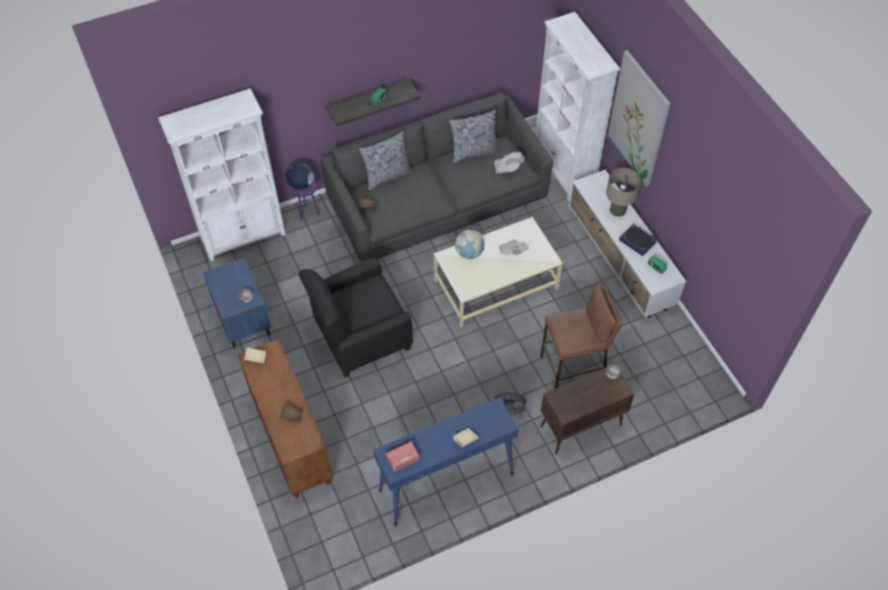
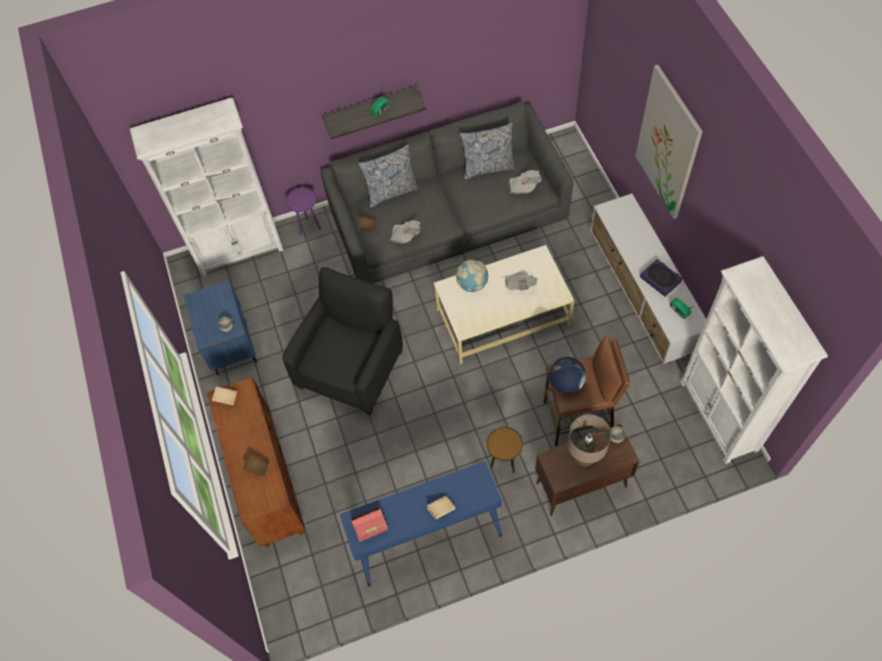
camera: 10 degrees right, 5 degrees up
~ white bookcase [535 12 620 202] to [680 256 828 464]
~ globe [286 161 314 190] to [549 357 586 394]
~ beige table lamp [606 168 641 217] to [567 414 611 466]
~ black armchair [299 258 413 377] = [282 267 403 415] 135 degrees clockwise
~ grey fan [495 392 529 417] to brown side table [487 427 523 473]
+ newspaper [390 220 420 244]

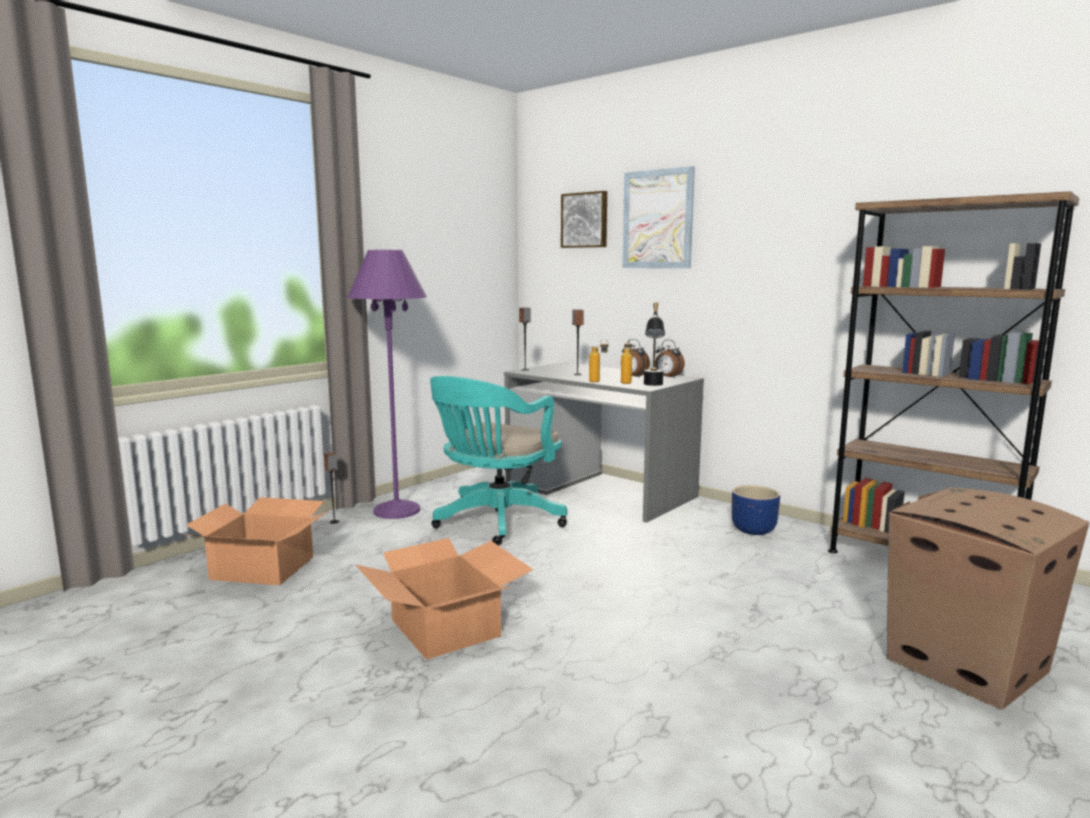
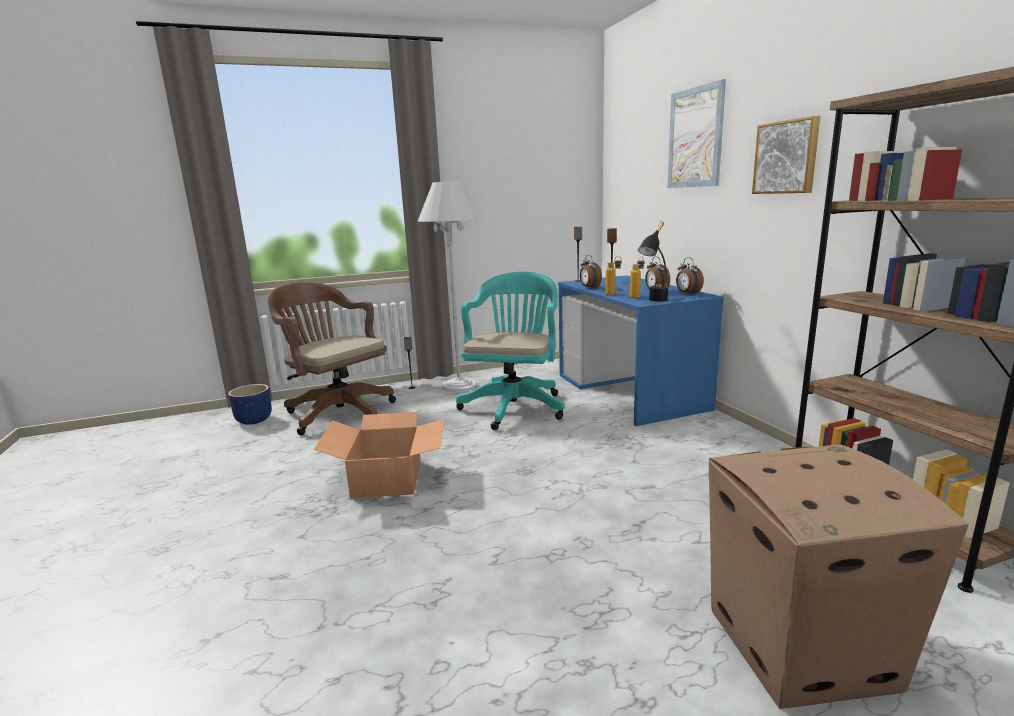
camera: 30 degrees right, 5 degrees up
~ picture [561 191 607 248] to [752 116 820 194]
~ purple floor lamp [347 250 427 519] to white floor lamp [418 182 479 392]
~ grey desk [504 362 704 523] to blue desk [558 275 724 426]
~ turquoise office chair [430 376 567 546] = [456 272 565 430] 135 degrees clockwise
~ blue planter [732 485 780 535] to [228 384 272 425]
~ cardboard box [183 497 328 585] to brown office chair [267 282 396 435]
+ alarm clock [580 255 602 289]

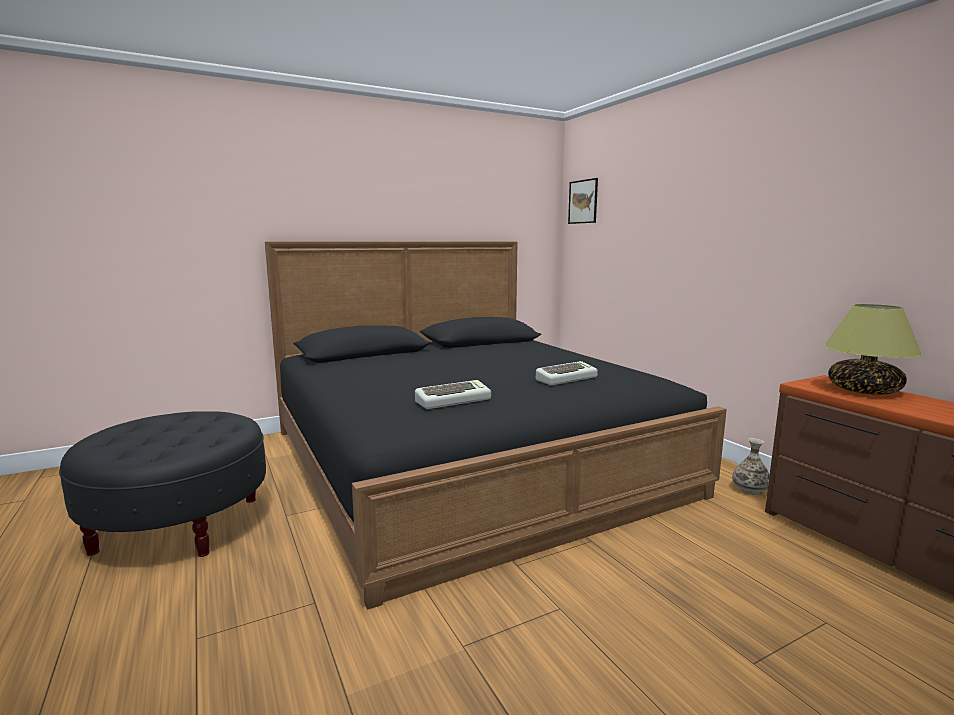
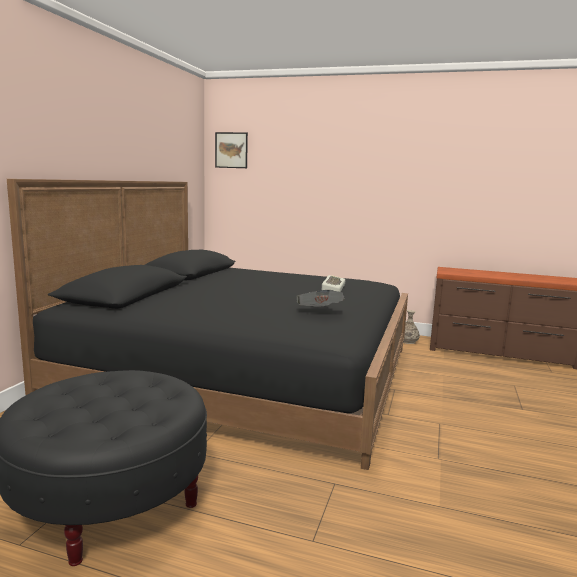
camera: 45 degrees left, 0 degrees up
- table lamp [824 304 922 395]
~ keyboard [415 380 491 409] to newspaper [296 290 345 307]

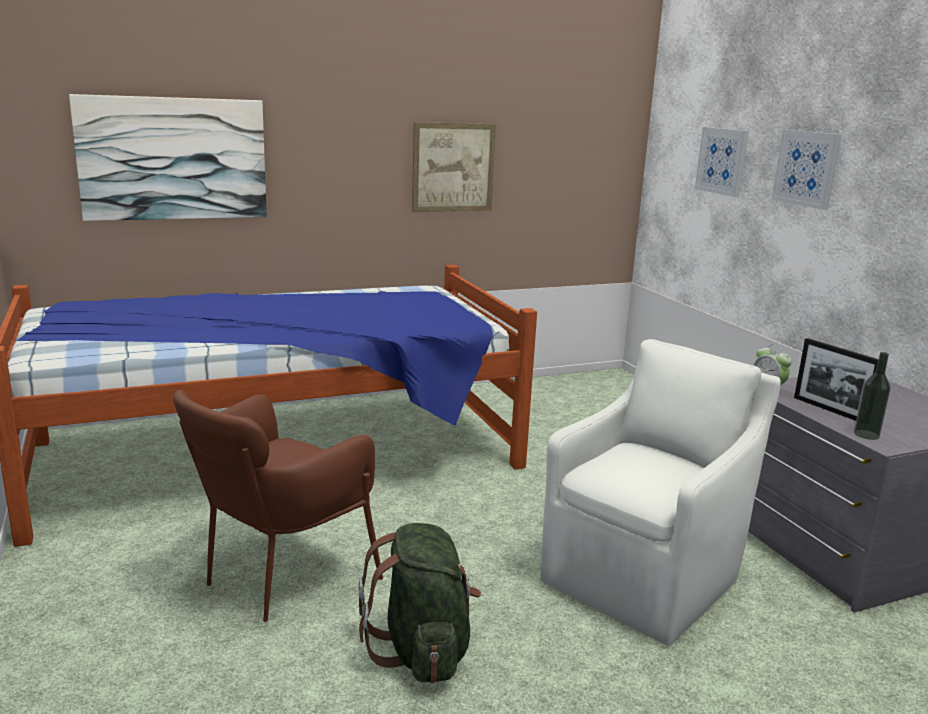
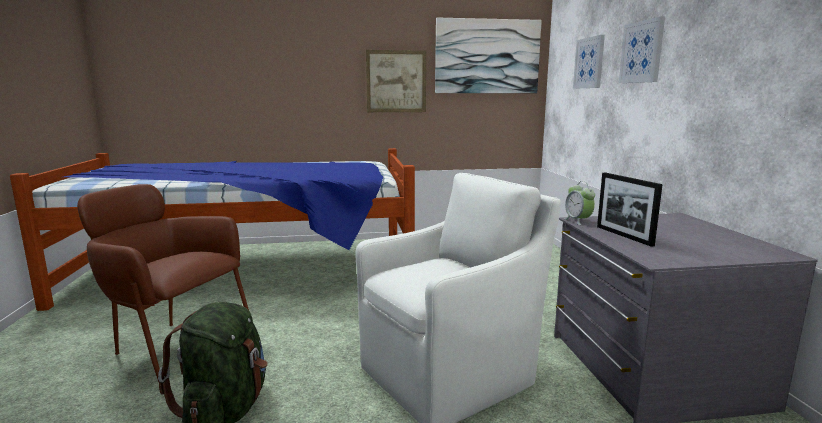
camera: 15 degrees right, 5 degrees down
~ picture [69 94 267 221] to [435 17 542 93]
- bottle [854 352 891 440]
~ brown armchair [173 390 383 622] = [77 184 249 382] 60 degrees clockwise

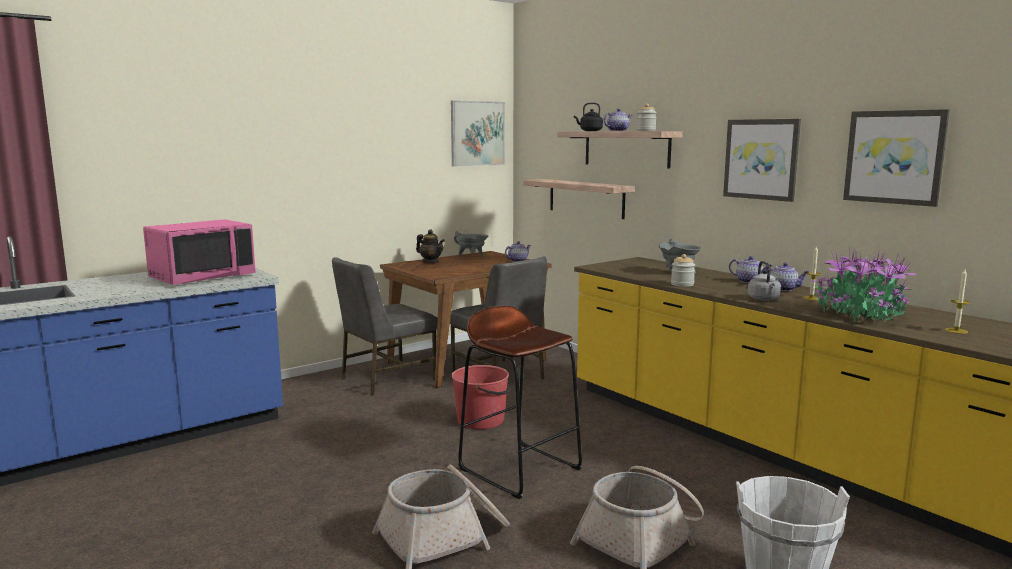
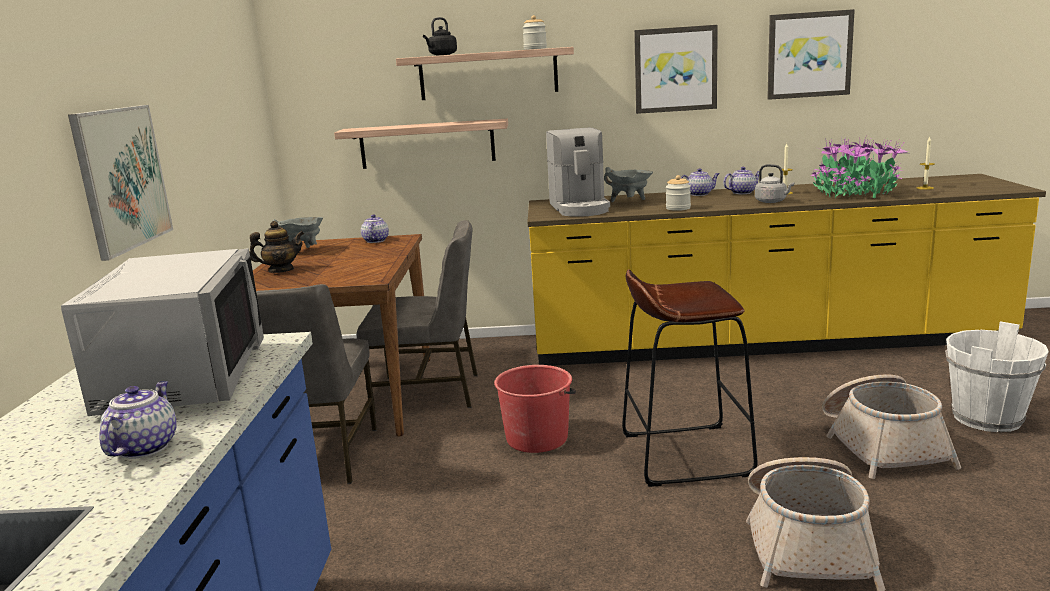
camera: 50 degrees left, 5 degrees up
~ picture [451 100 505 166] to [68 105 173 261]
~ teapot [603 109 632 131] to [99 381 176 459]
~ pink microwave [143 219 256 285] to grey microwave [61 248 264 416]
+ coffee machine [546 127 610 217]

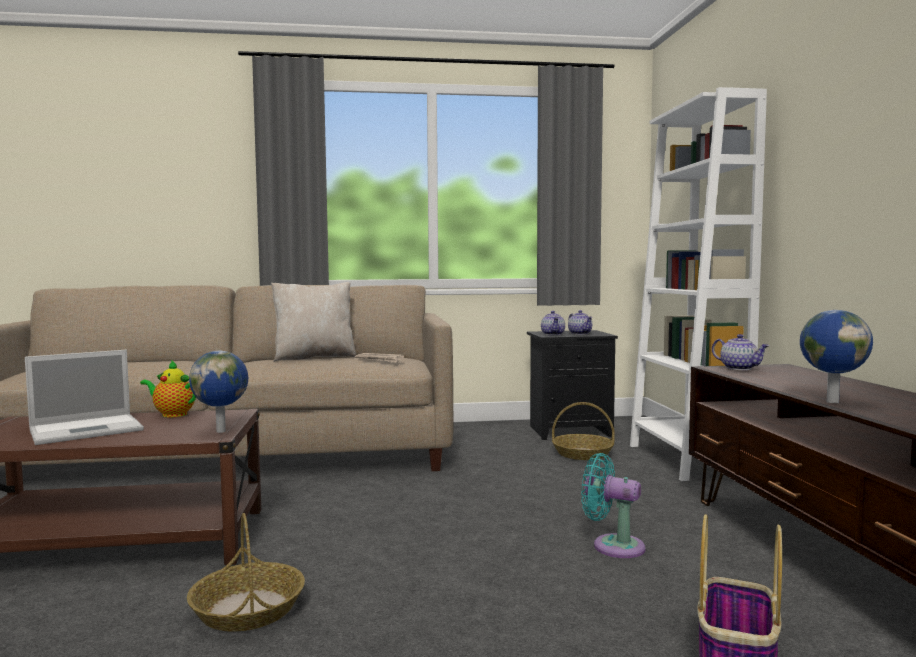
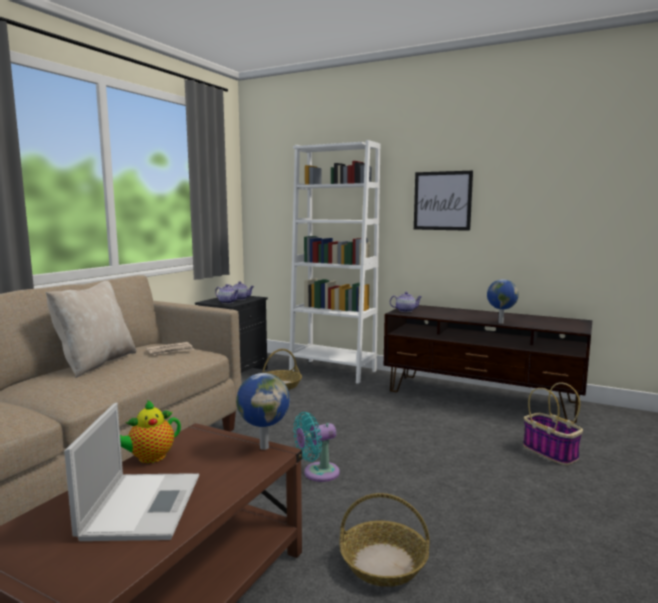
camera: 55 degrees left, 5 degrees up
~ turquoise fan [581 453 645 558] to [293 412 340 482]
+ picture [414 171 473 231]

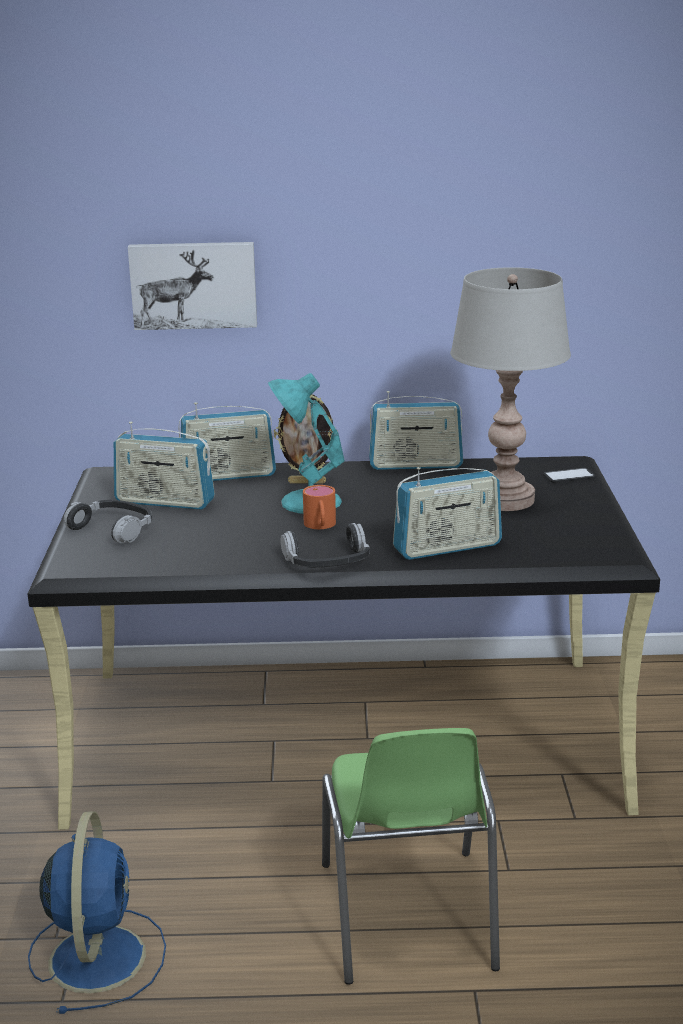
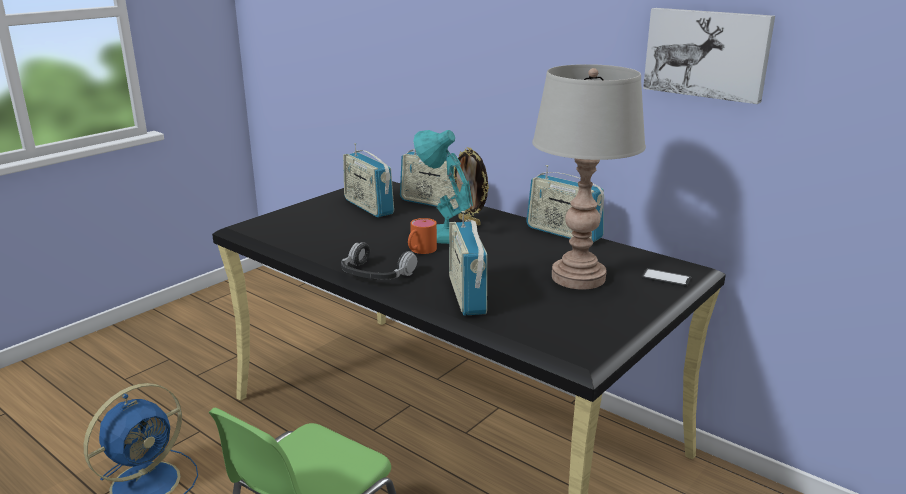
camera: 40 degrees right, 0 degrees up
~ picture [128 242 257 330] to [643 8 775 104]
~ radio [393 467 502 560] = [449 211 487 316] 60 degrees clockwise
- headphones [64 500 152 543]

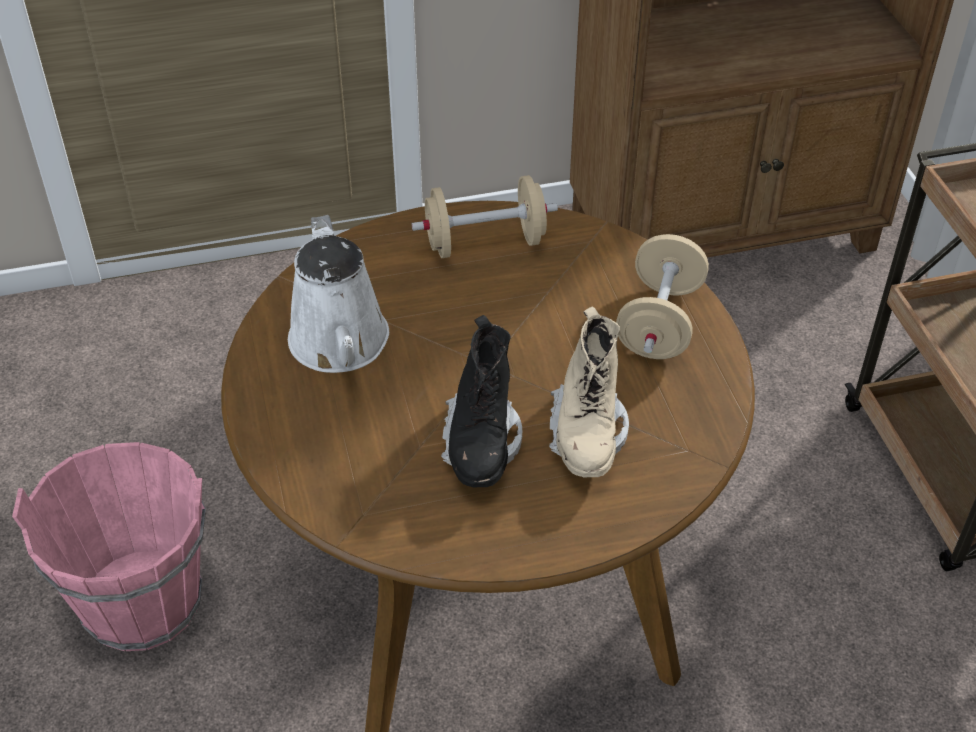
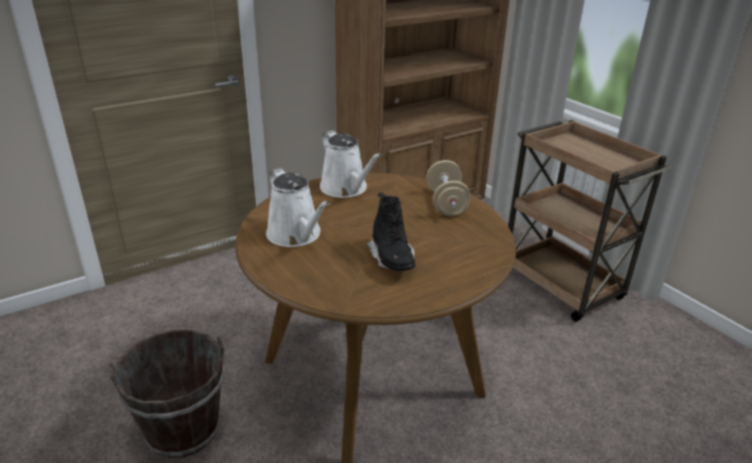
camera: 20 degrees left, 15 degrees down
~ beige dumbbell [412 175 558 258] to white watering can [320 130 382 198]
- beige boot [549 306 629 477]
~ pink bucket [12 442 206 651] to brown bucket [109 330 225 458]

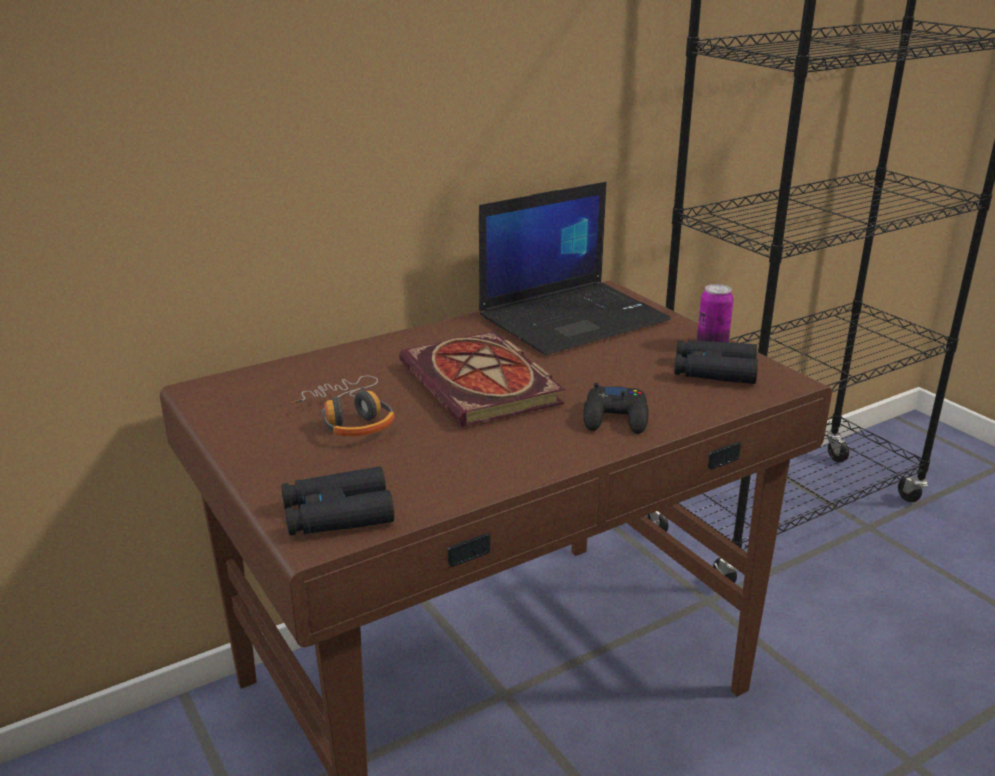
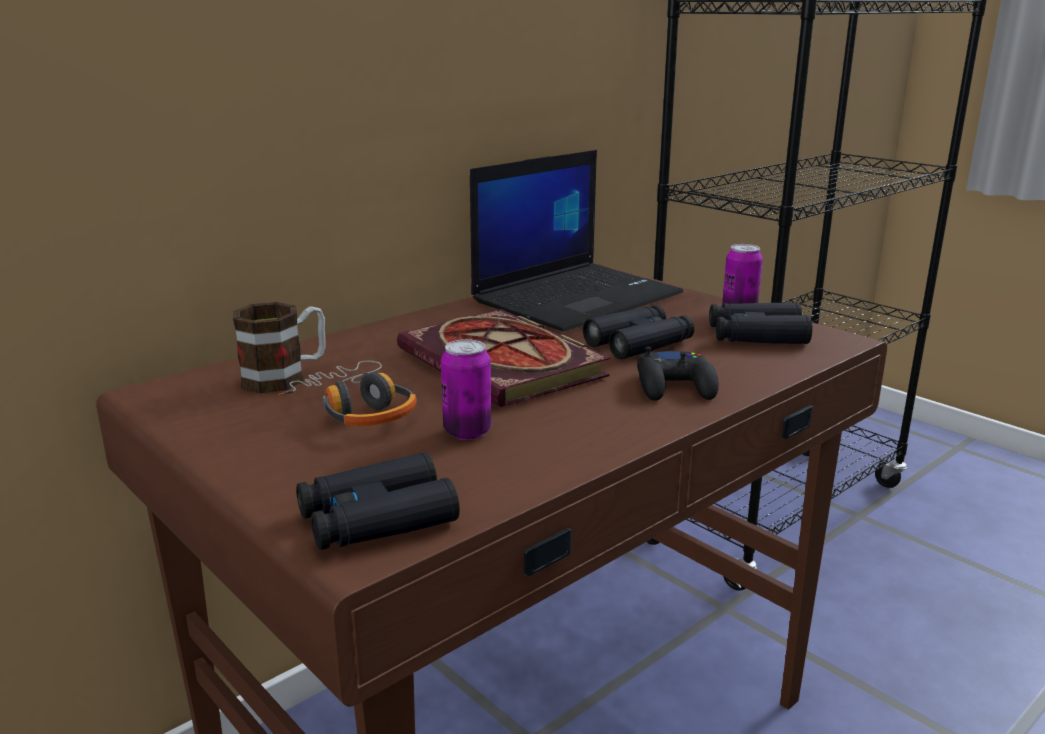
camera: 10 degrees left, 5 degrees down
+ mug [233 302 325 393]
+ black binoculars [583 305 694 359]
+ can [441 339 492 440]

